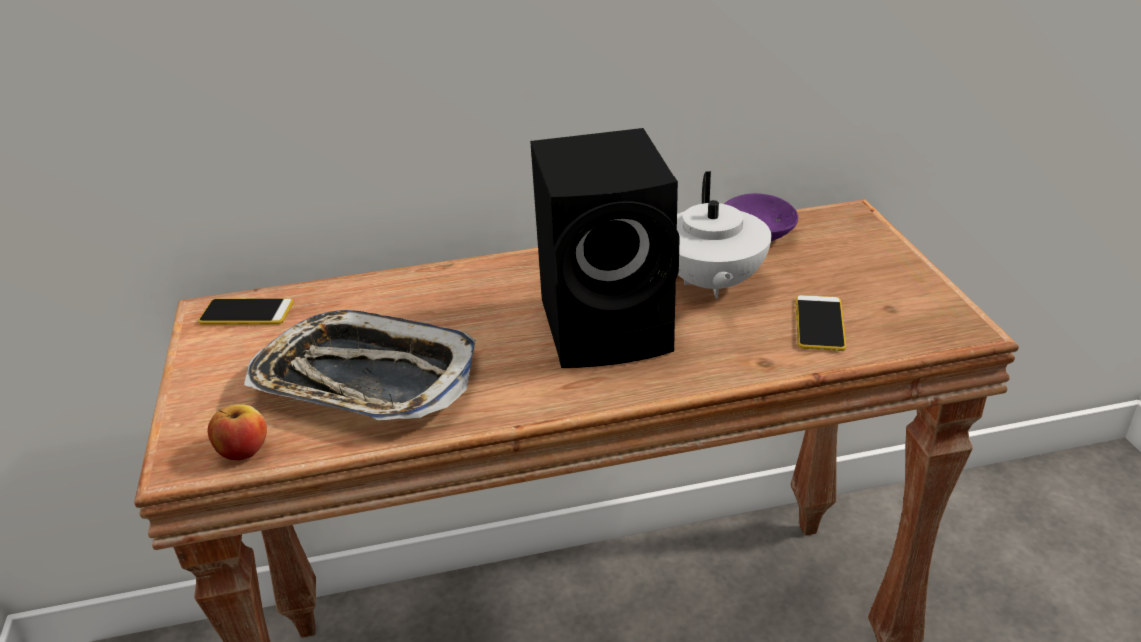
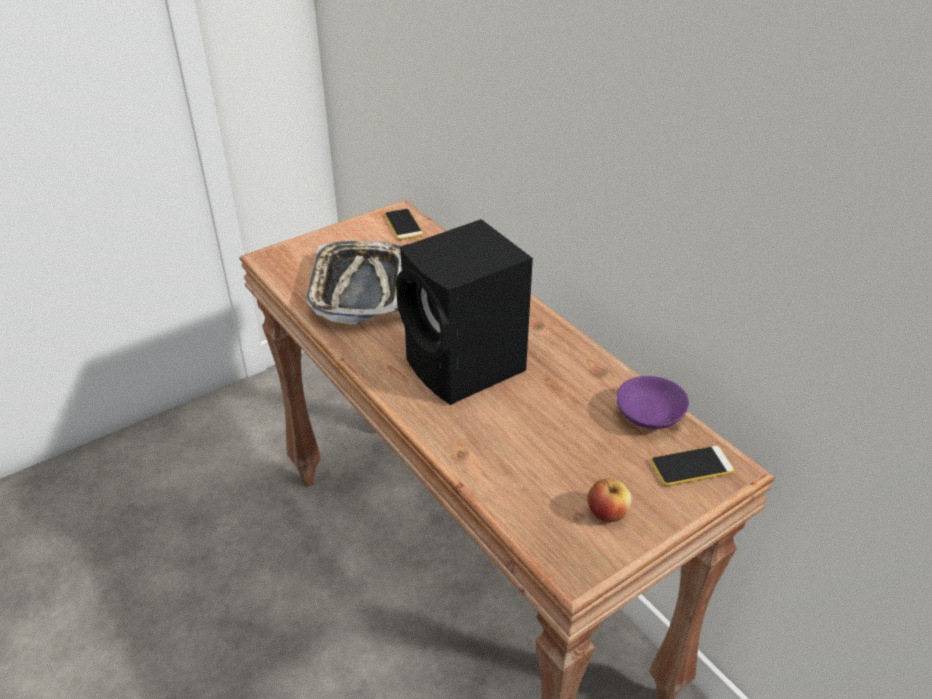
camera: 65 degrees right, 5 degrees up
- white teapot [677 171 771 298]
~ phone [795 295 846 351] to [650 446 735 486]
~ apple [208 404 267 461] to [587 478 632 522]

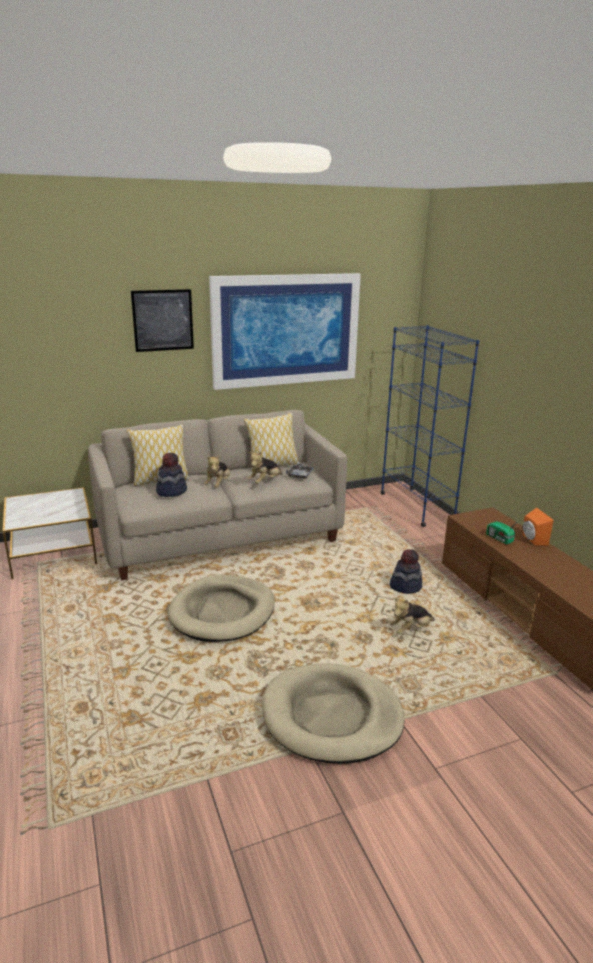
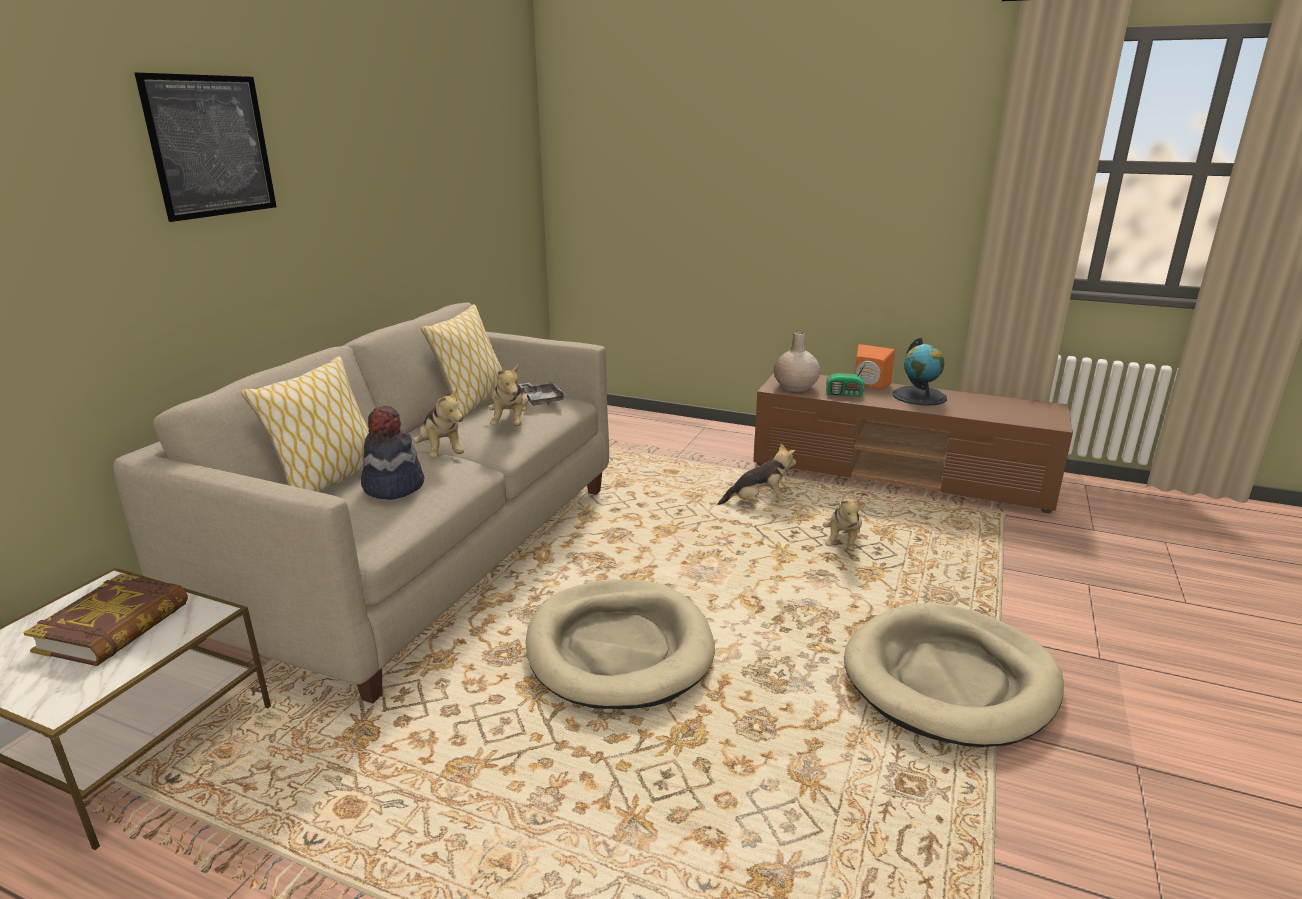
camera: 45 degrees left, 0 degrees up
- picture [209 273 361 390]
- blue bookcase [381 325 479 527]
~ hat [390 549 422 594] to plush toy [718 443 796 505]
+ beige vase [774 332 820 392]
+ globe [893 337 947 406]
+ book [23 574 188 666]

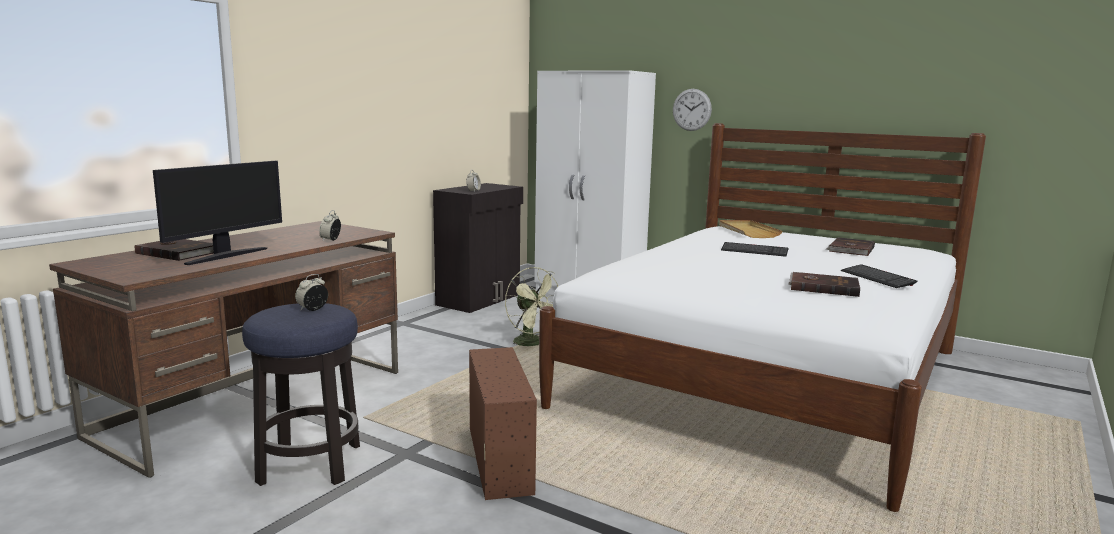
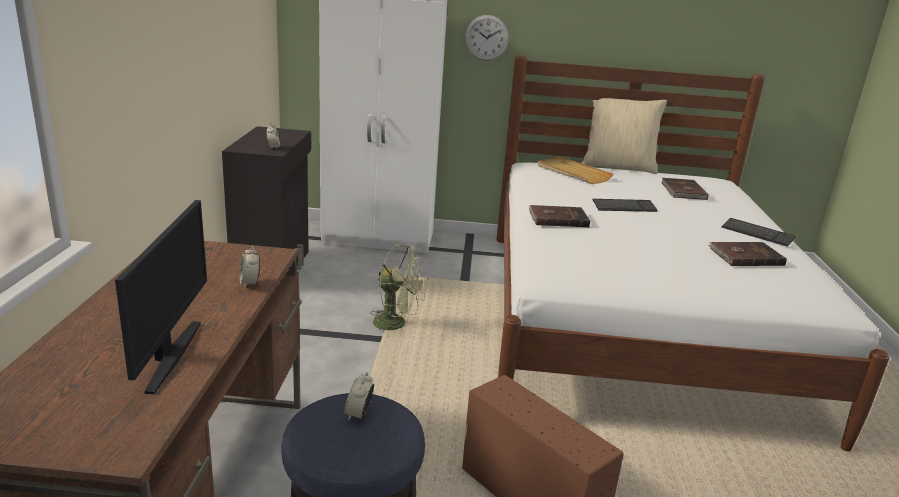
camera: 30 degrees left, 10 degrees up
~ brown book [135 239 214 261] to [529 205 590 227]
+ beige pillow [582 98 667 174]

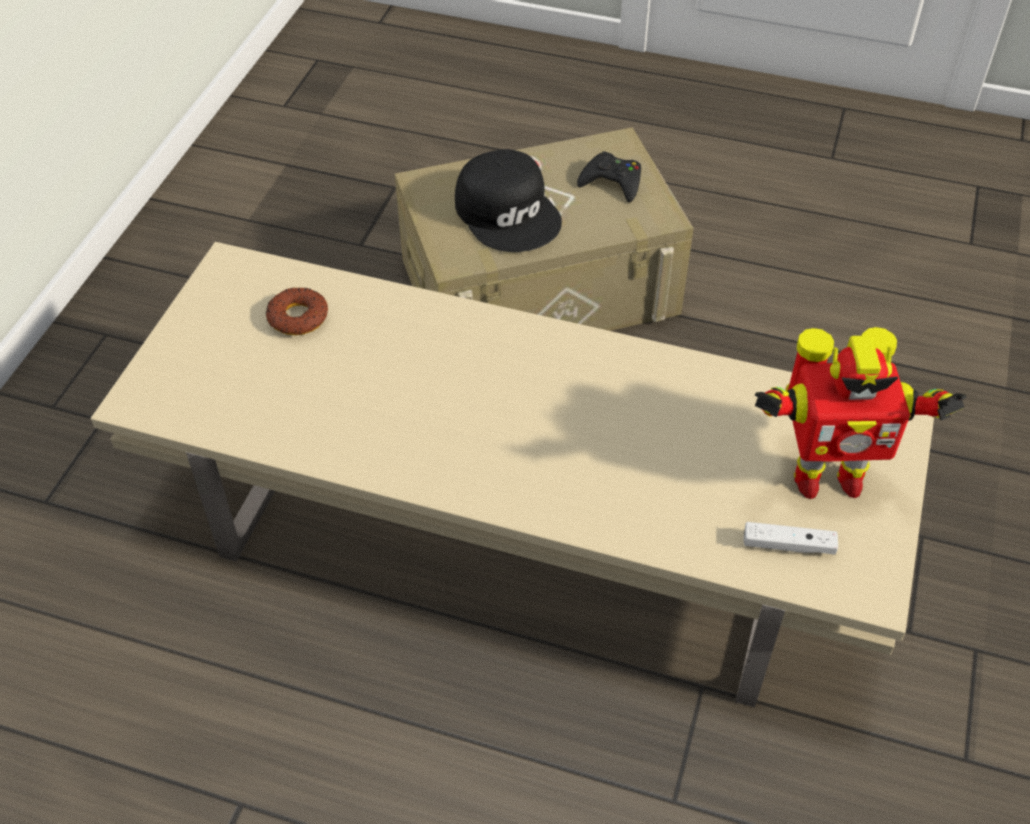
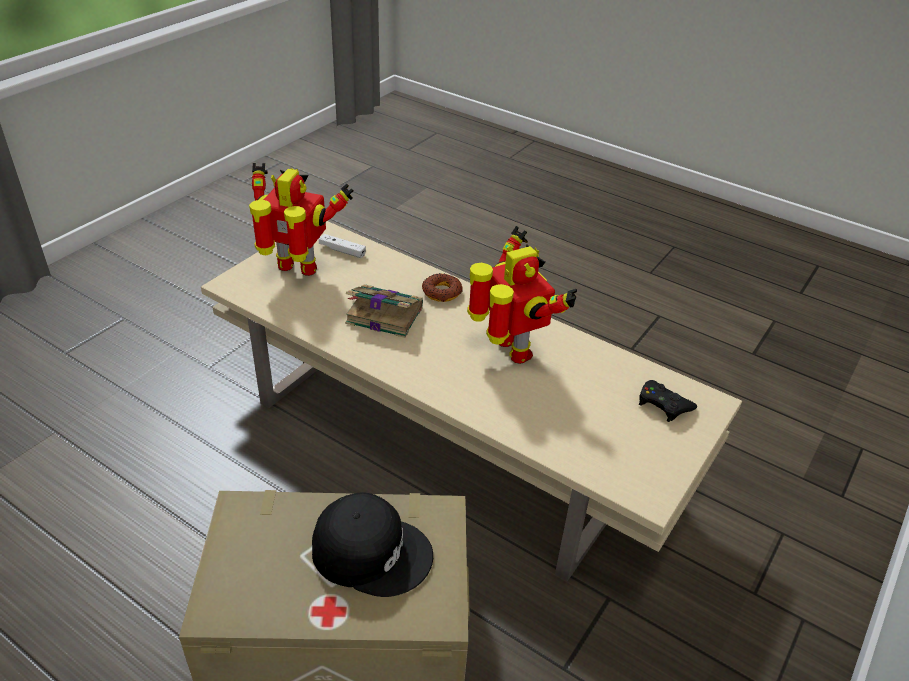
camera: 165 degrees left, 10 degrees down
~ black cap [455 149 562 252] = [312 492 433 597] 120 degrees clockwise
~ black game controller [577 151 641 203] to [639 380 697 422]
~ donut [266 288 328 335] to [422 273 463 302]
+ toy robot [467 226 577 364]
+ book [345 284 423 338]

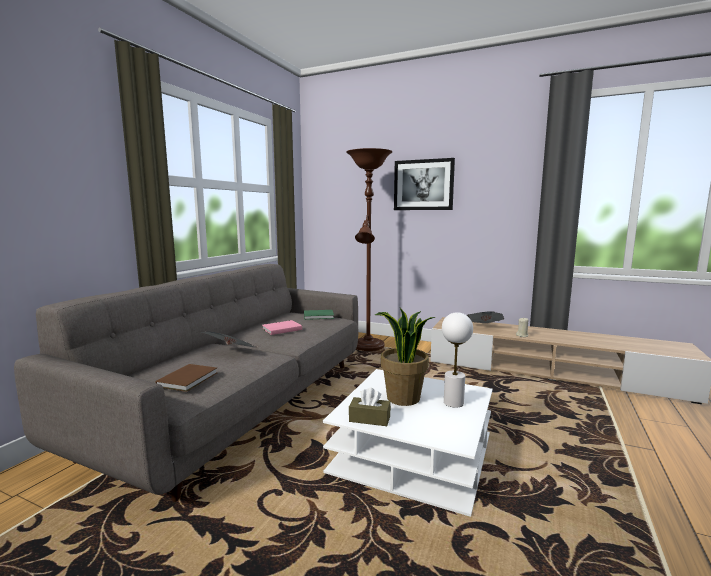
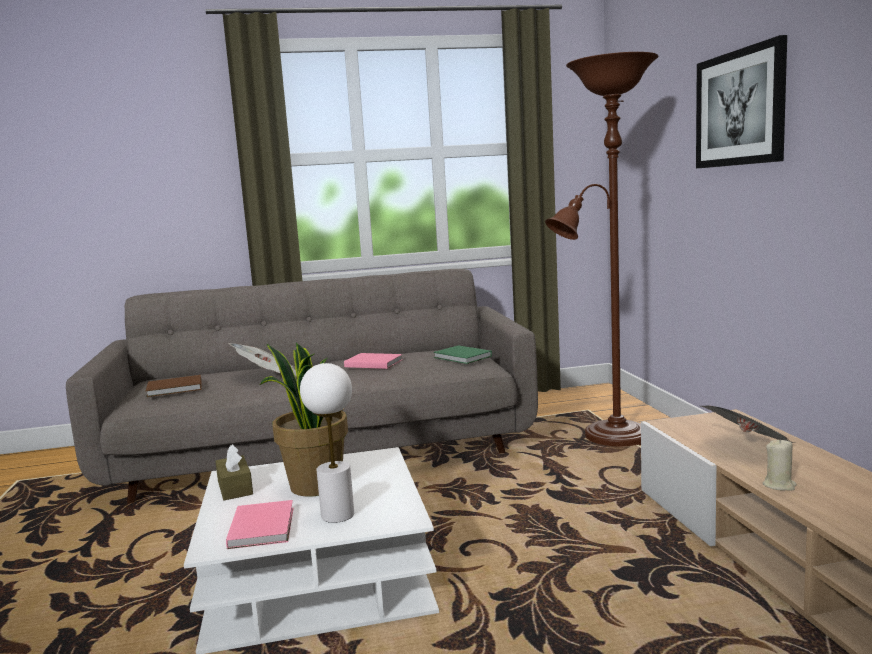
camera: 55 degrees right, 0 degrees up
+ pink book [226 500 294 549]

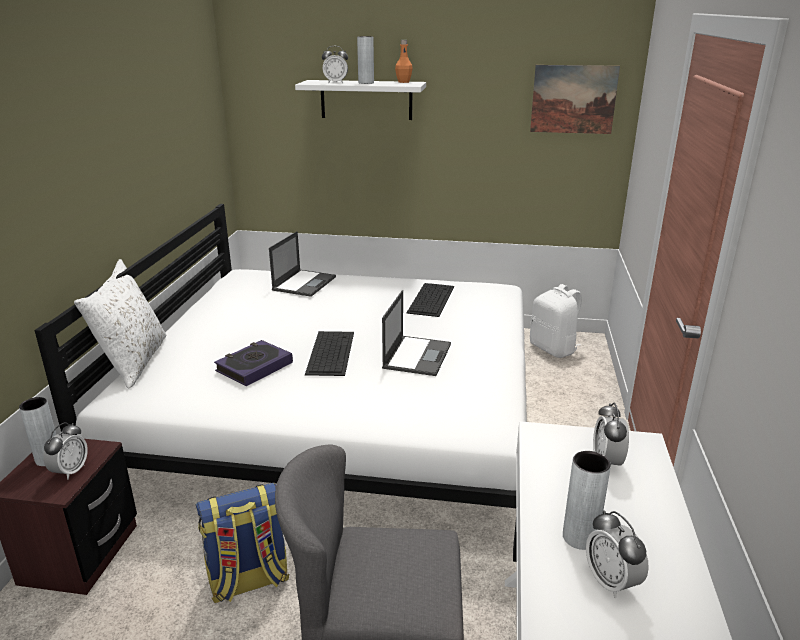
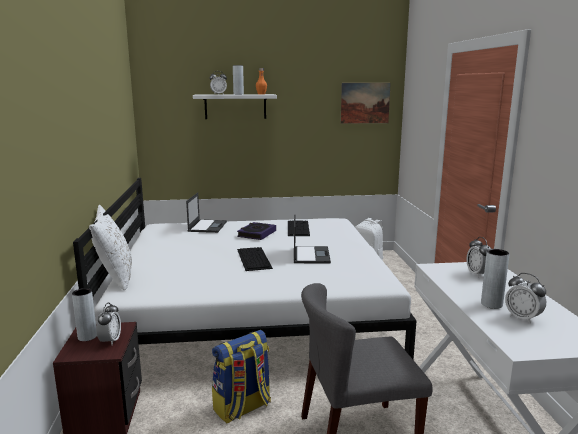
camera: 15 degrees left, 10 degrees down
~ book [214 340 293 386] to [237 222 276 240]

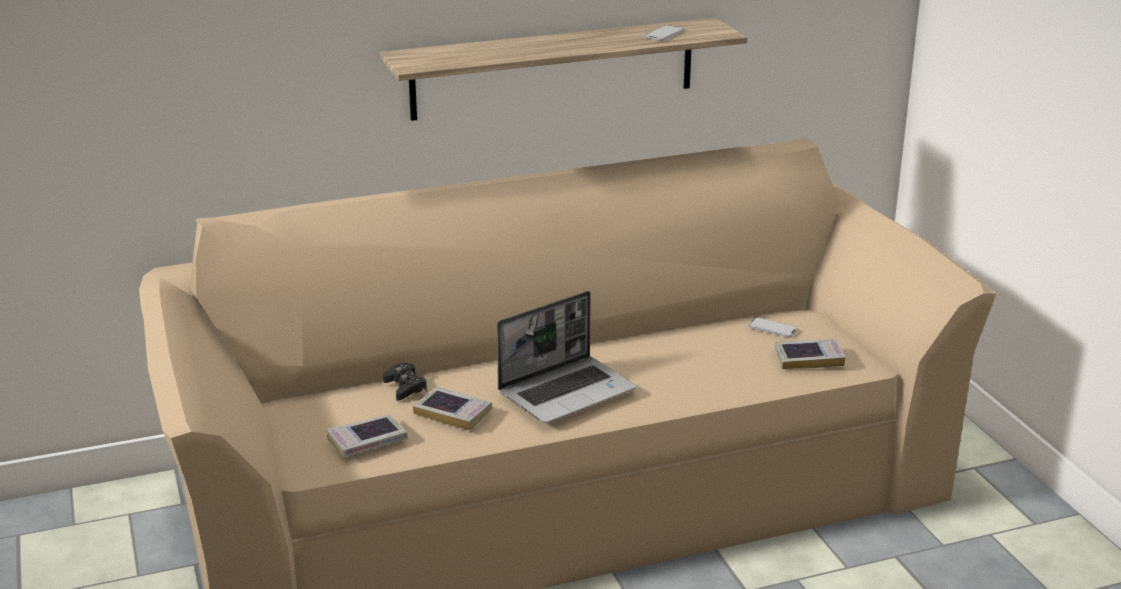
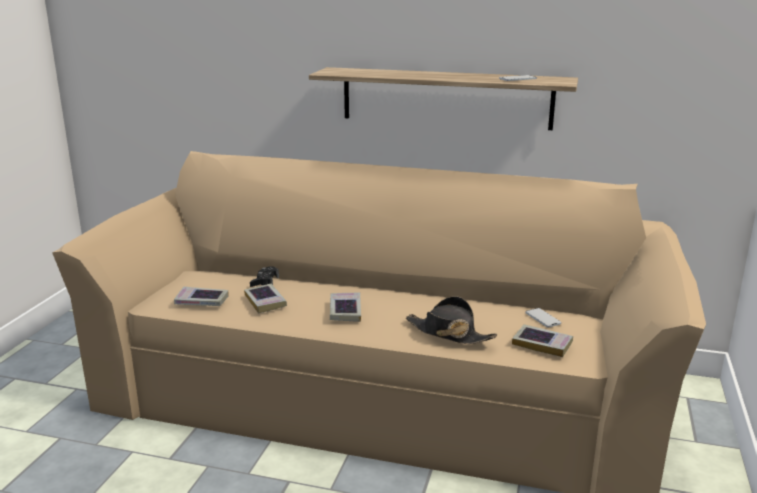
camera: 35 degrees right, 5 degrees down
~ laptop [497 291 636 423] to book [330 292 361 322]
+ black hat [406 296 497 344]

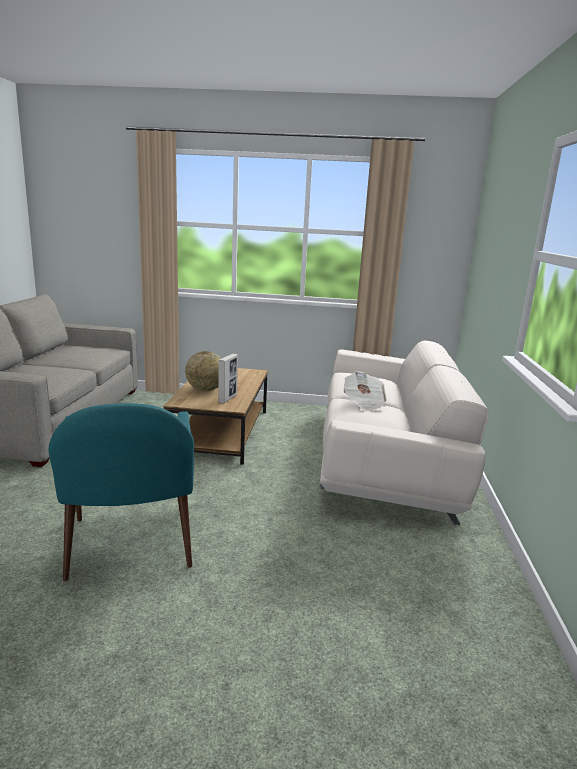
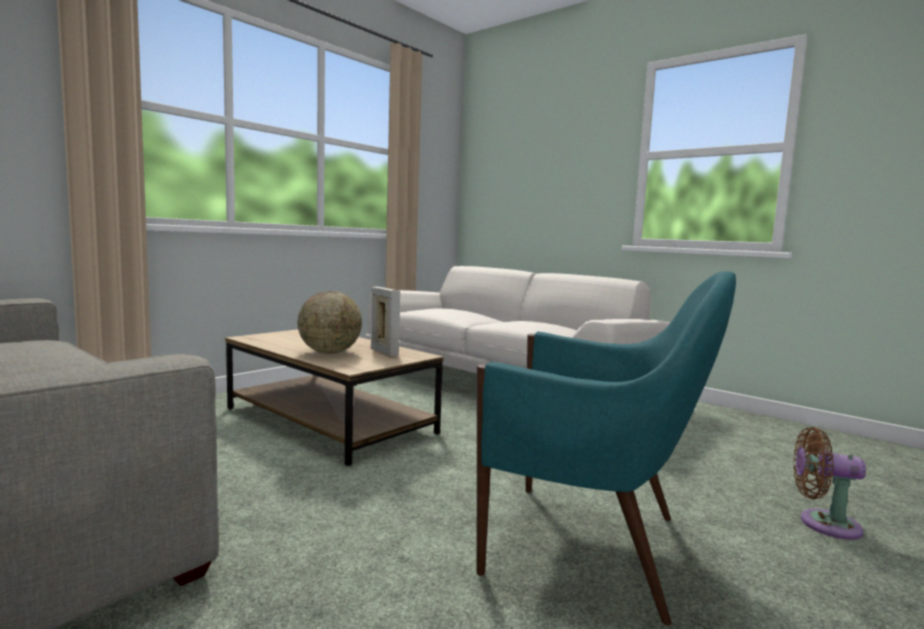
camera: 55 degrees left, 10 degrees down
- newspaper [343 371 387 412]
+ brown fan [793 427 866 540]

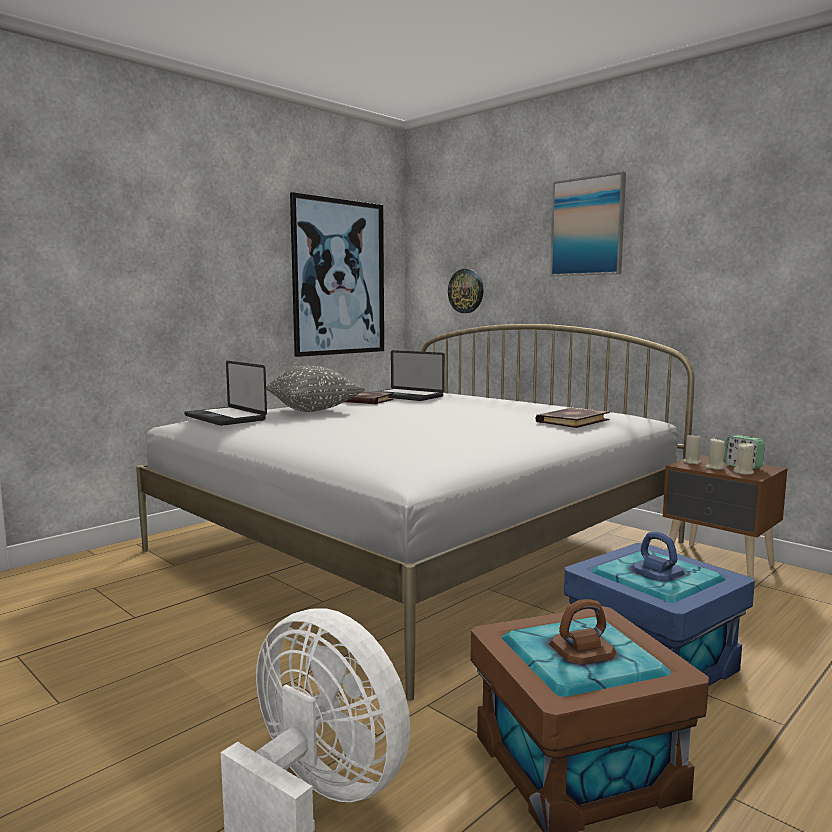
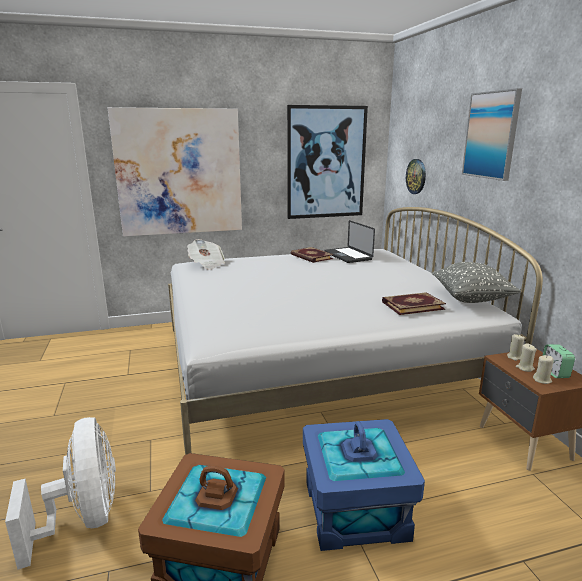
camera: 30 degrees right, 10 degrees up
~ laptop [184 361 267 426] to newspaper [187 239 225 270]
~ grey pillow [266 366 365 412] to [432 262 521 303]
+ picture [108 107 242 236]

